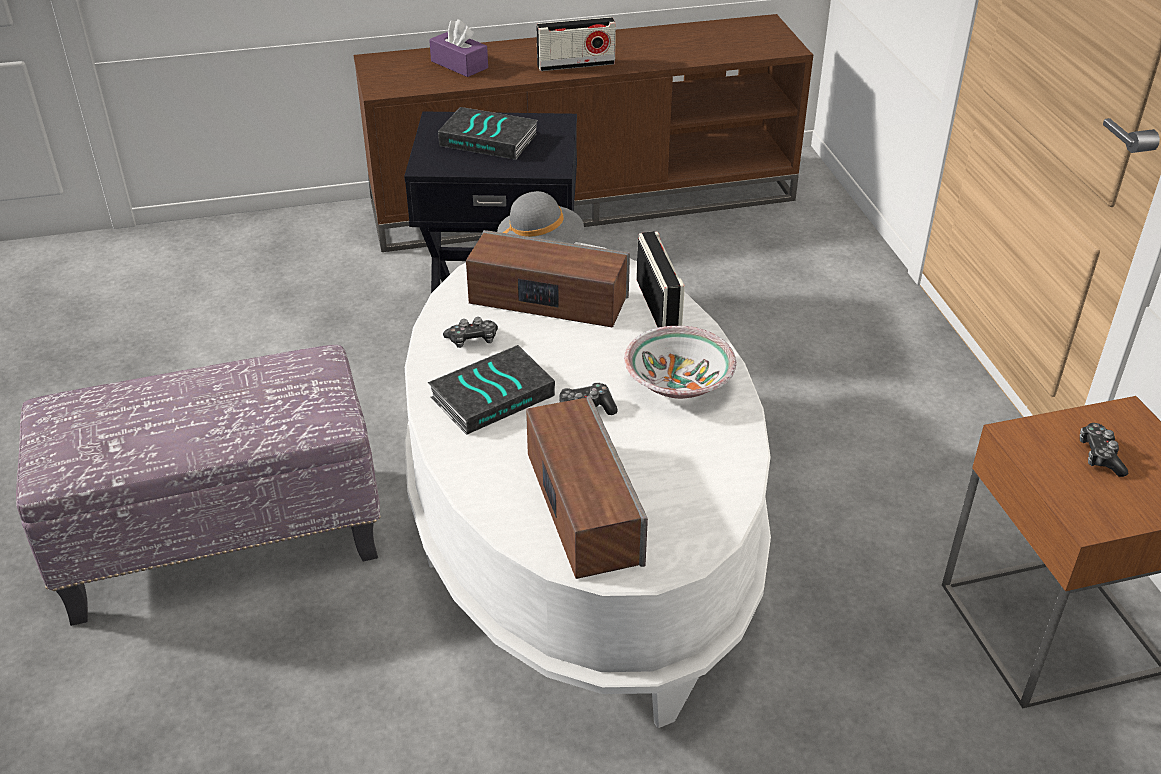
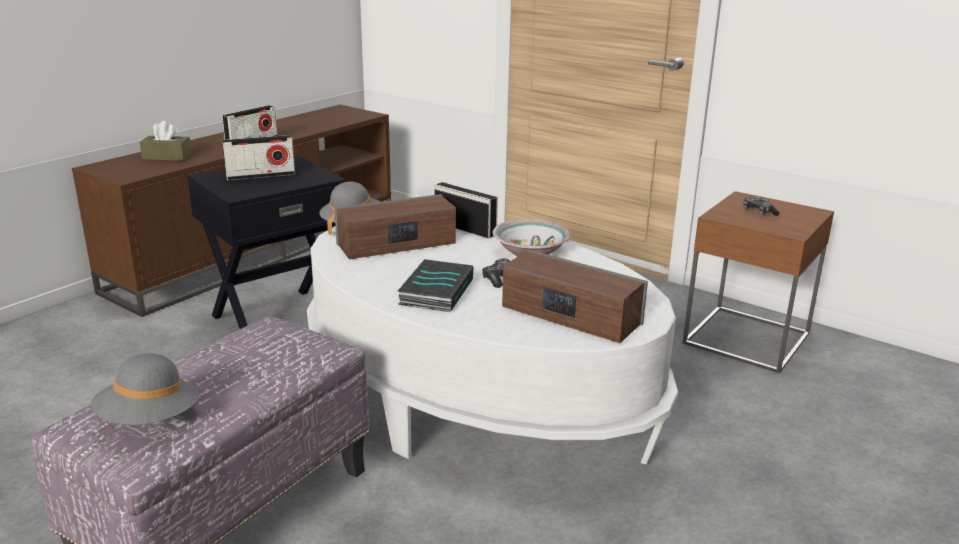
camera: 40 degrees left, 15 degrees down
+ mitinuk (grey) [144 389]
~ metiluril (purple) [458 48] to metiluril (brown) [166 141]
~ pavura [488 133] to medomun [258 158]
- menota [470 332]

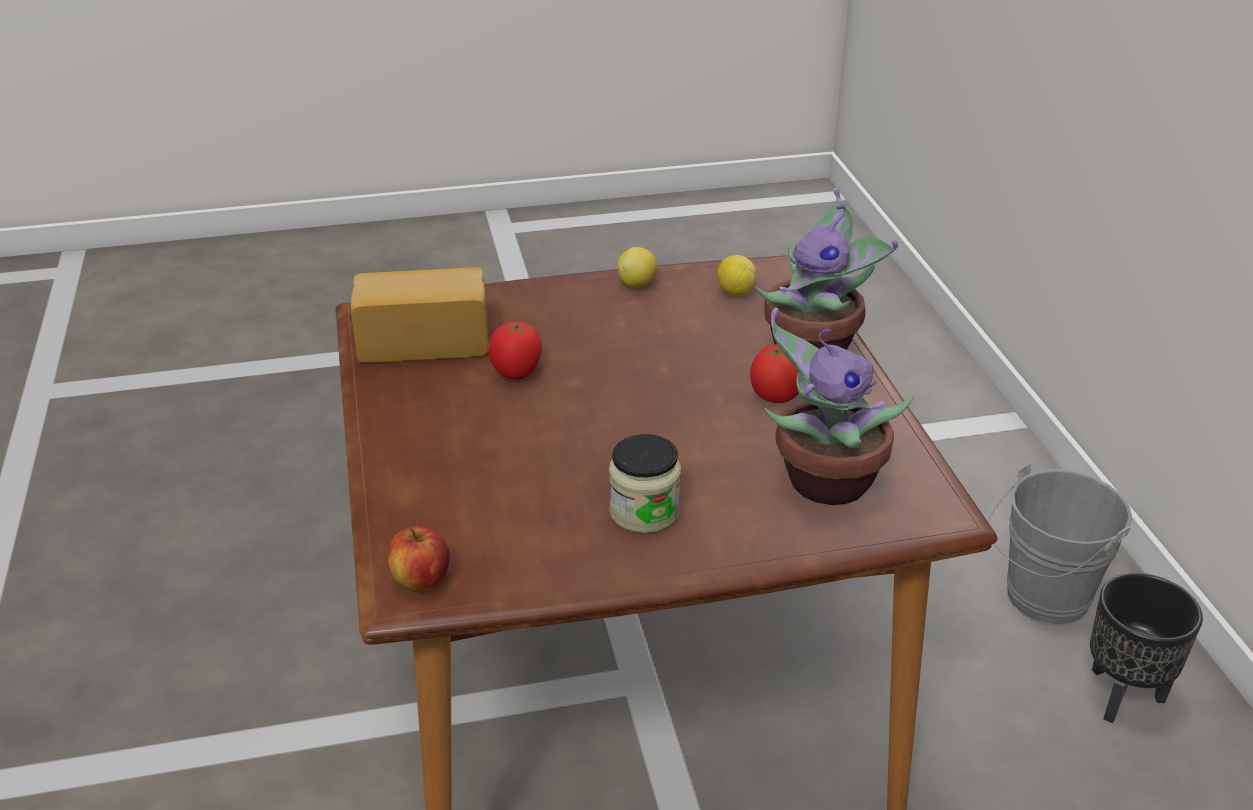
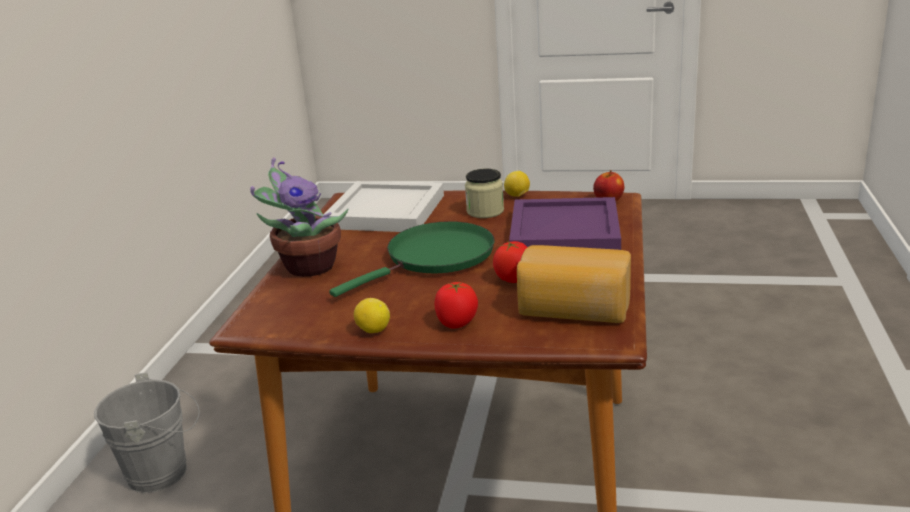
camera: 155 degrees left, 10 degrees down
~ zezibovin [839 406] to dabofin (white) [384 206]
+ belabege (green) [411 259]
~ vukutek [774 373] to [456 305]
~ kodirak [736 275] to [517 184]
+ dabofin (purple) [565 223]
- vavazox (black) [1146 648]

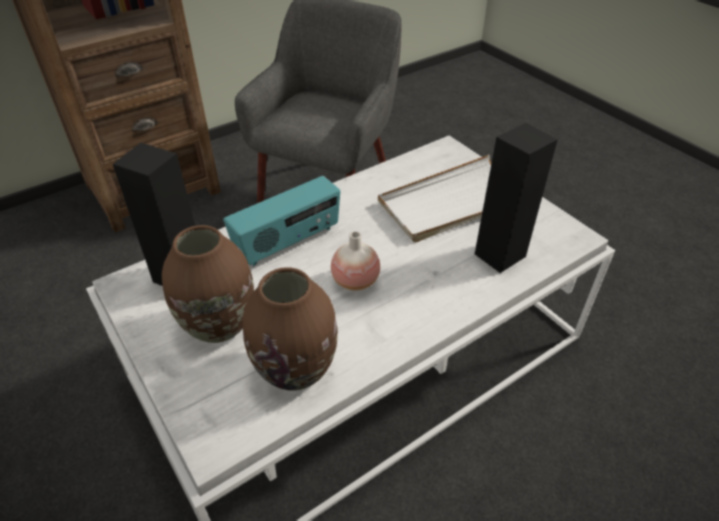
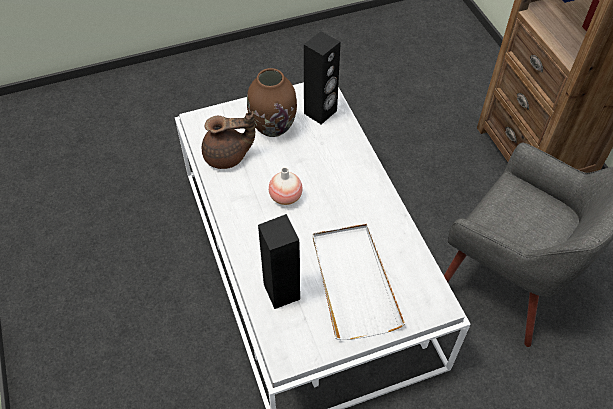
camera: 105 degrees right, 10 degrees up
~ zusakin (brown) [290 329] to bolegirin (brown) [228 140]
- medomun [281 221]

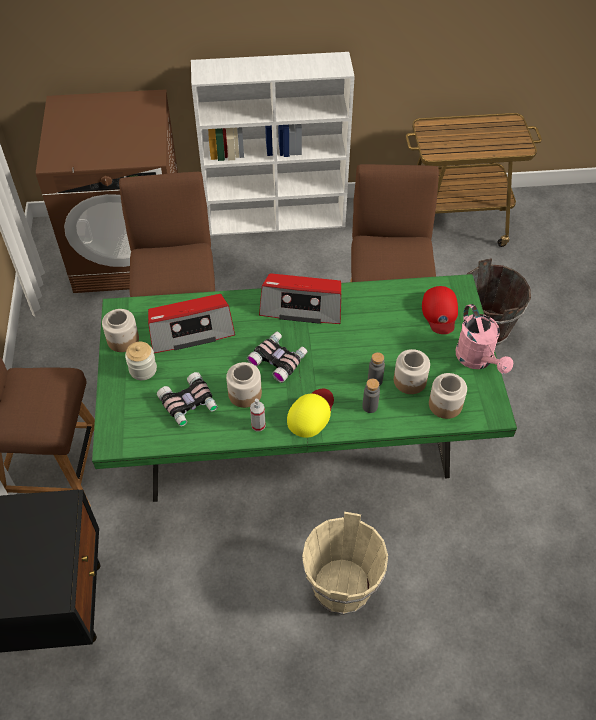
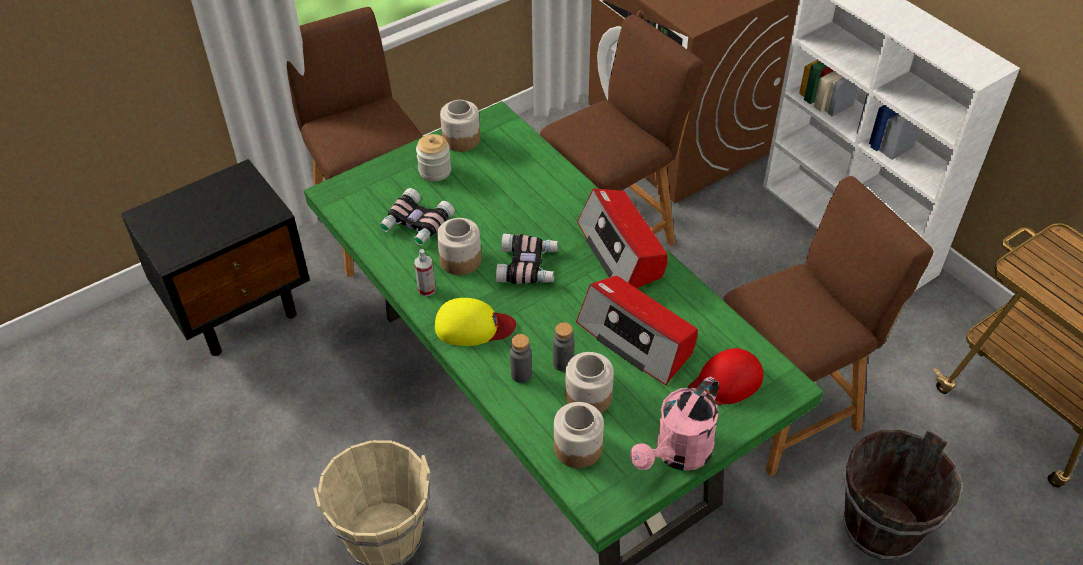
camera: 60 degrees right, 5 degrees down
~ medomun [191 323] to [637 330]

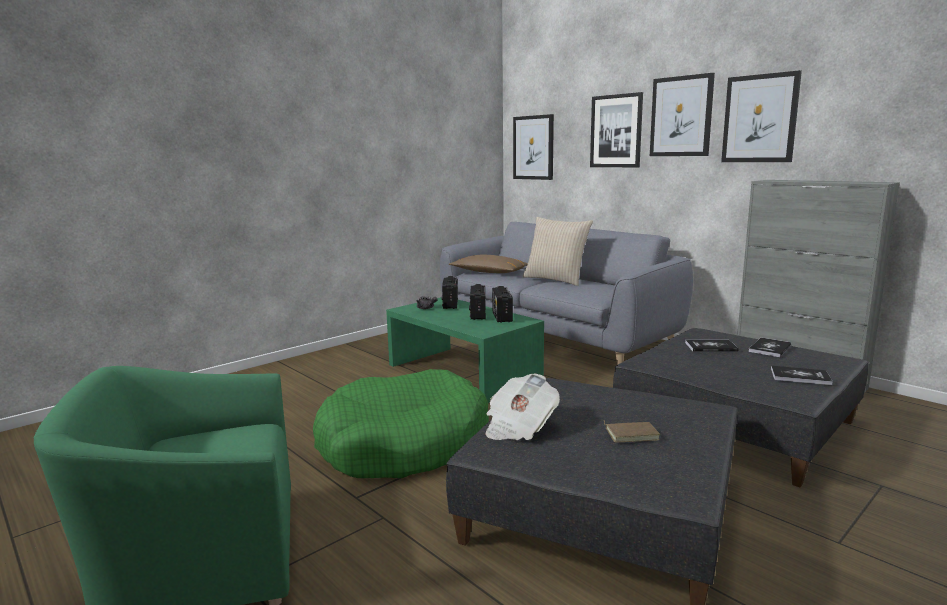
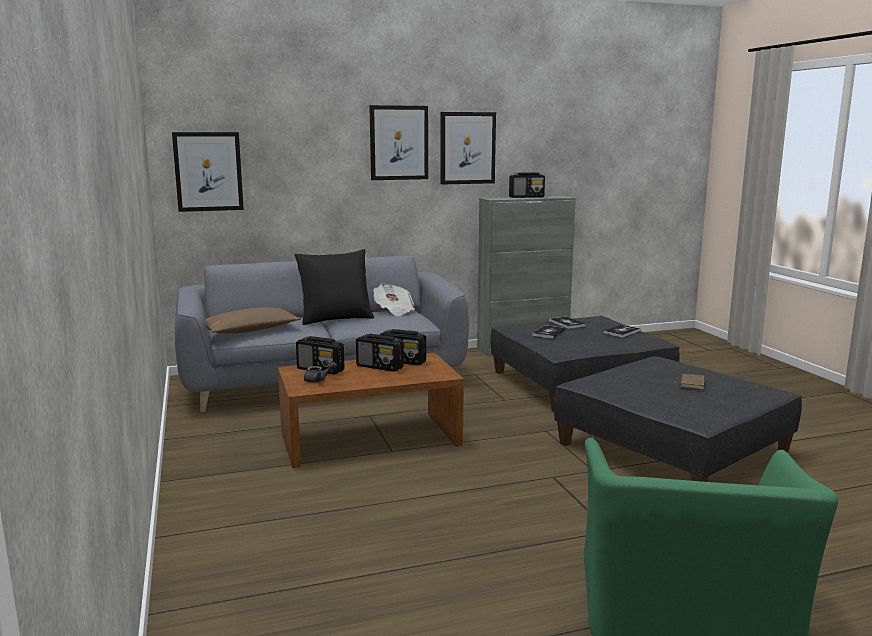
camera: 65 degrees left, 0 degrees up
~ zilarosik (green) [465 350] to zilarosik (brown) [371 410]
~ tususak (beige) [558 251] to tususak (black) [334 287]
~ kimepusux [522 407] to [394 300]
+ medomun [527 185]
- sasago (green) [401 423]
- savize [616 129]

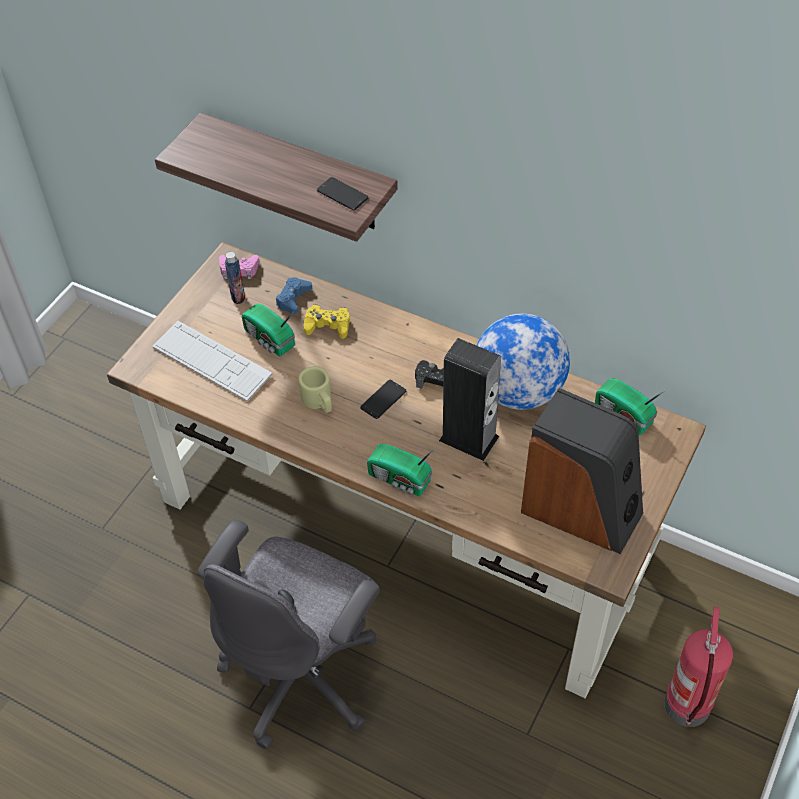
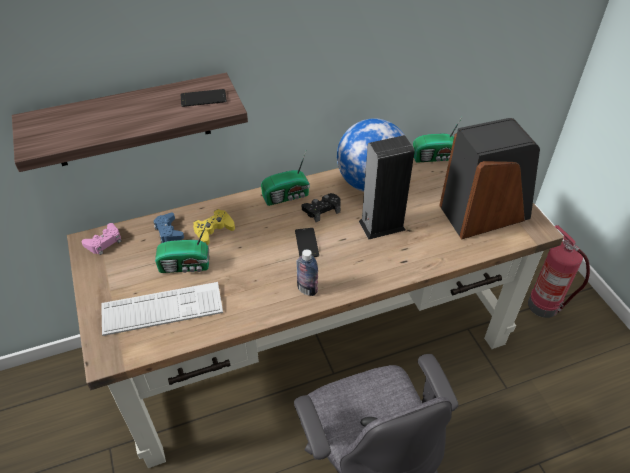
camera: 50 degrees left, 5 degrees down
~ medomun [401 470] to [285 178]
~ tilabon [235 278] to [307 272]
- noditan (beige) [315 389]

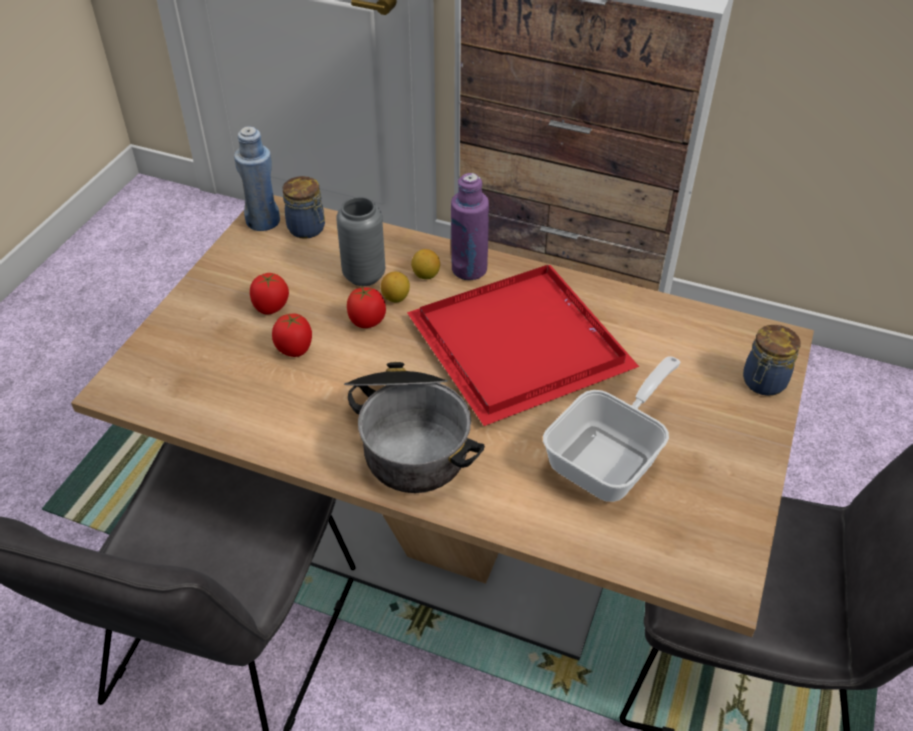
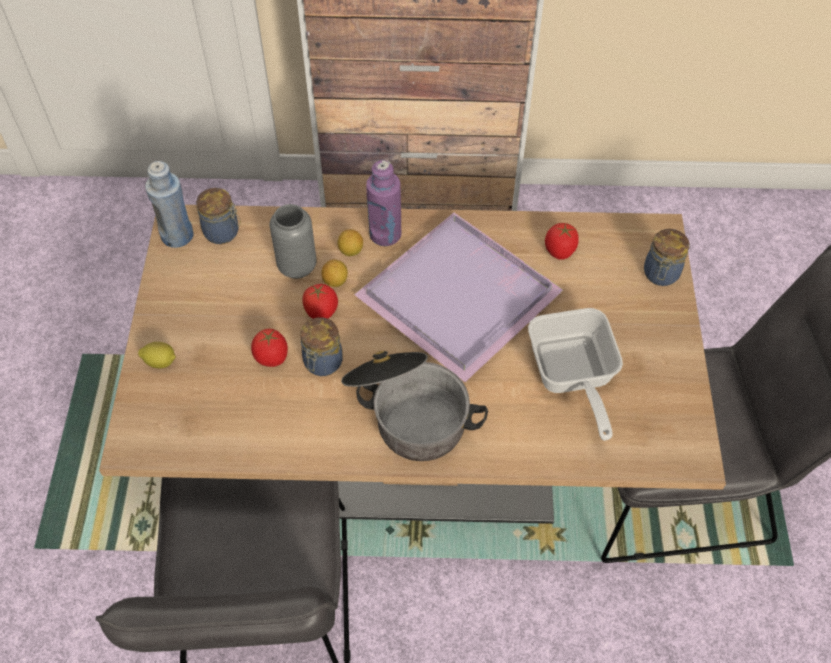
camera: 20 degrees left, 10 degrees up
+ kodirak [157 355]
+ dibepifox [321 346]
~ dabofin (red) [523 345] to dabofin (purple) [458 297]
~ belabege [612 429] = [575 374] 150 degrees clockwise
~ vukutek [269 294] to [562 241]

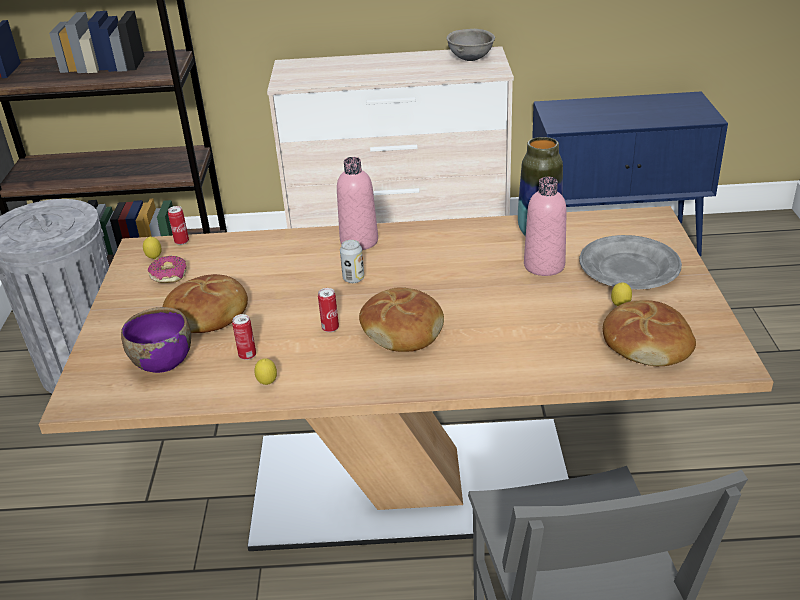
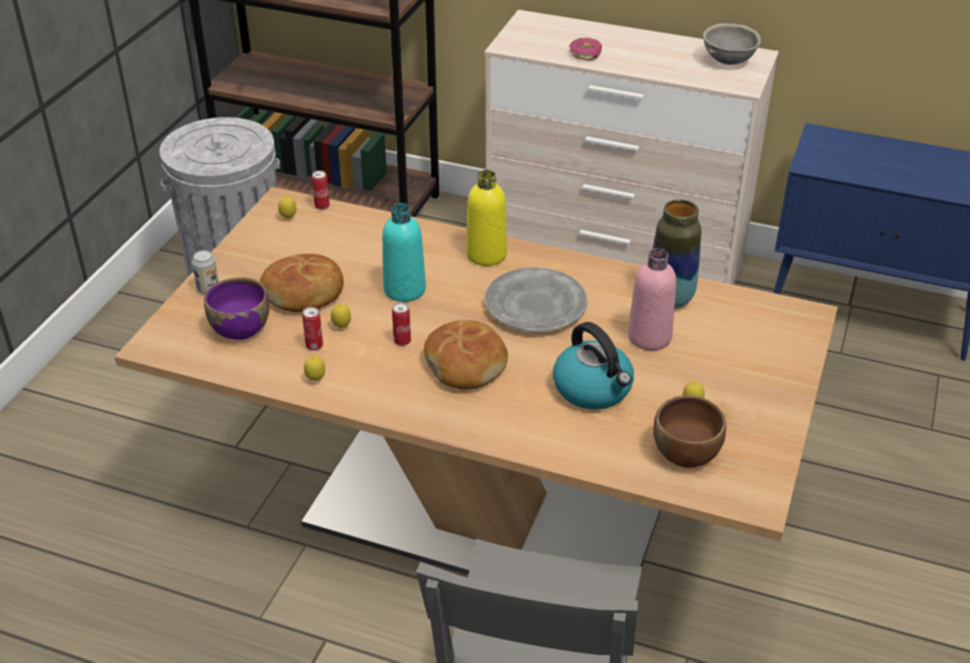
camera: 20 degrees right, 5 degrees up
~ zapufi [352 261] to [205 272]
+ kodirak [341 316]
+ tilabon (turquoise) [404 252]
~ tilabon (pink) [357 203] to tilabon (yellow) [486 218]
~ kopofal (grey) [630 262] to [536 299]
+ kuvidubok [593 366]
~ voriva [167 269] to [585 49]
~ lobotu [649 333] to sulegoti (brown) [689 431]

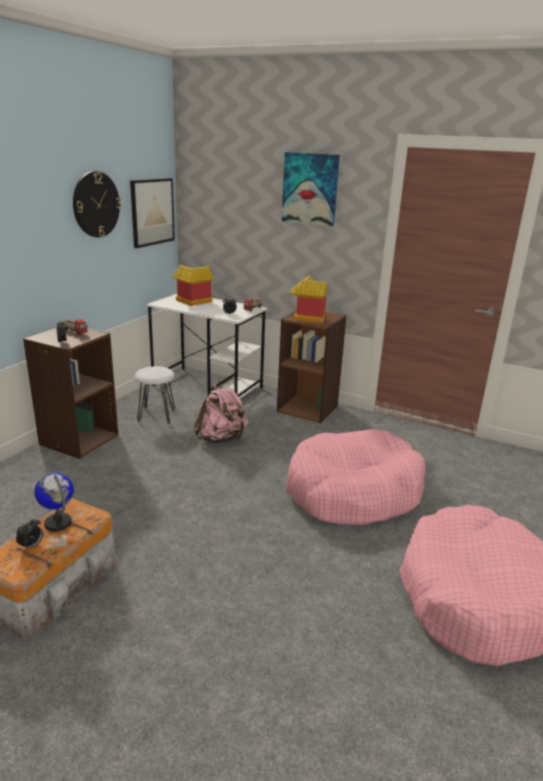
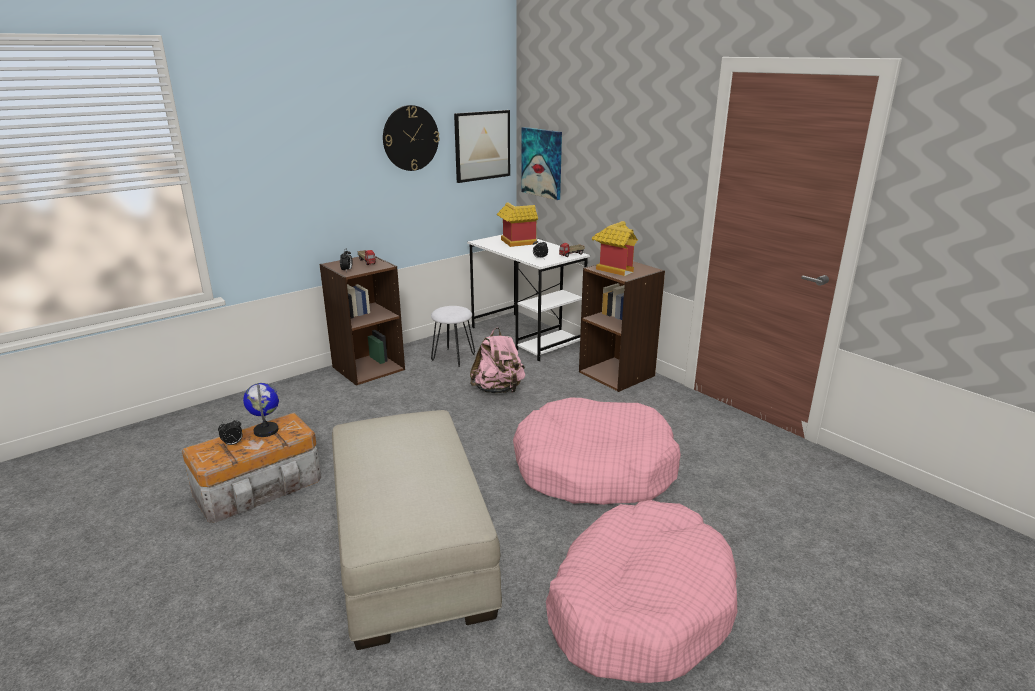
camera: 25 degrees right, 0 degrees up
+ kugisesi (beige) [417 530]
~ savize [311 189] to [541 163]

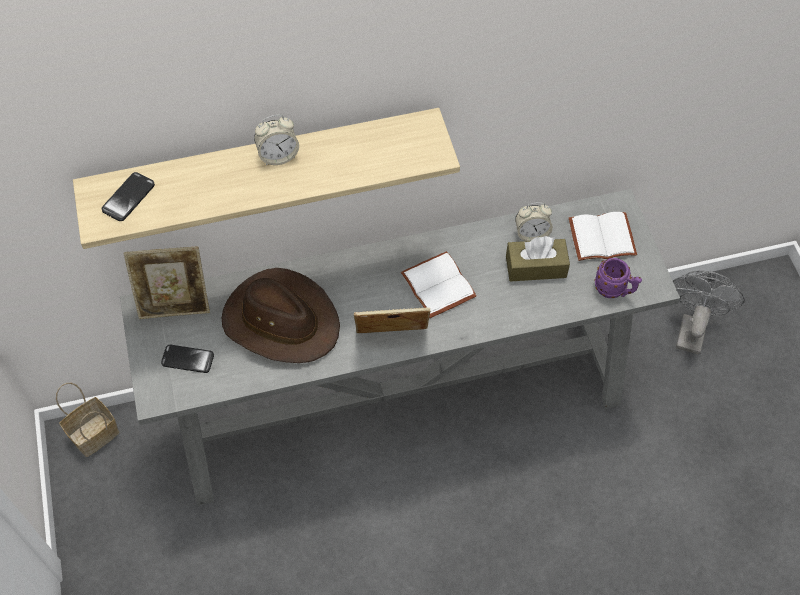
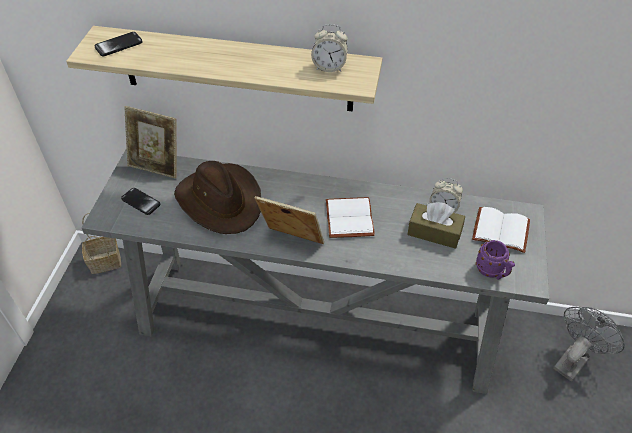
camera: 25 degrees right, 10 degrees down
~ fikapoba [276 140] to [329 48]

